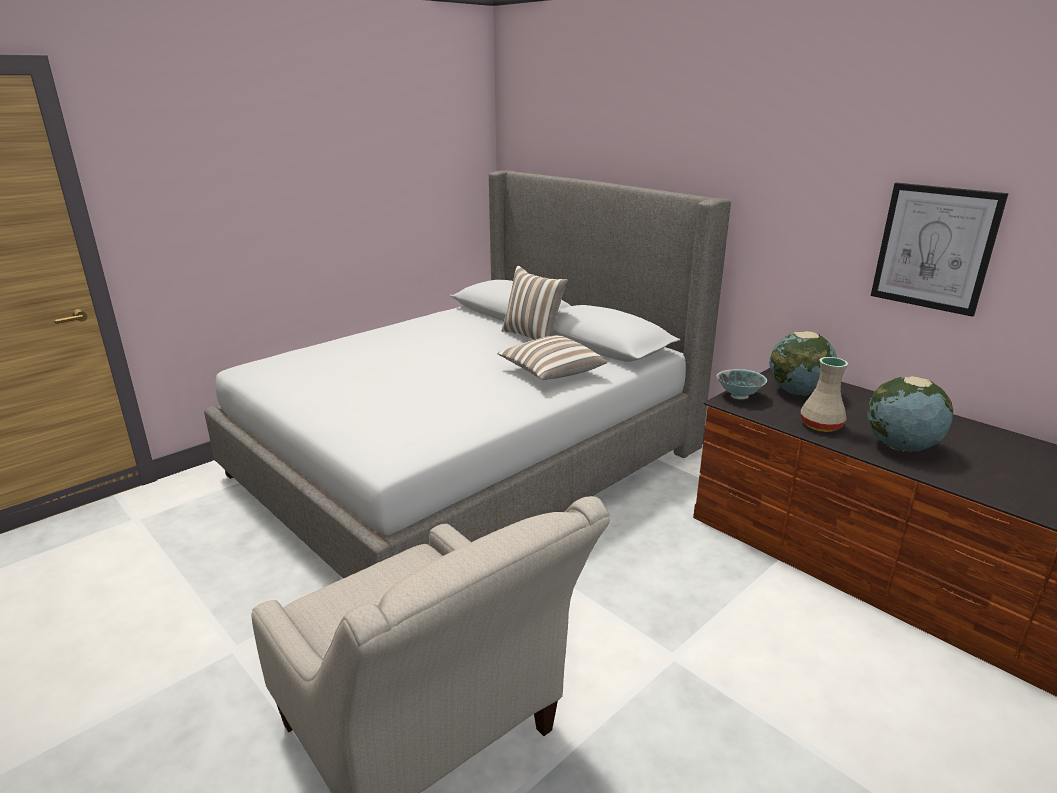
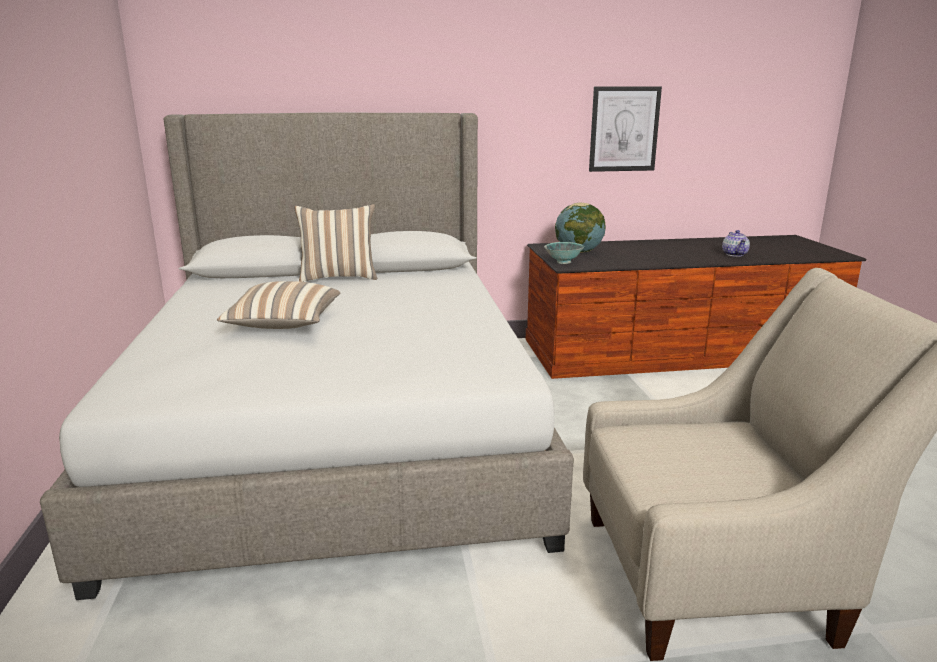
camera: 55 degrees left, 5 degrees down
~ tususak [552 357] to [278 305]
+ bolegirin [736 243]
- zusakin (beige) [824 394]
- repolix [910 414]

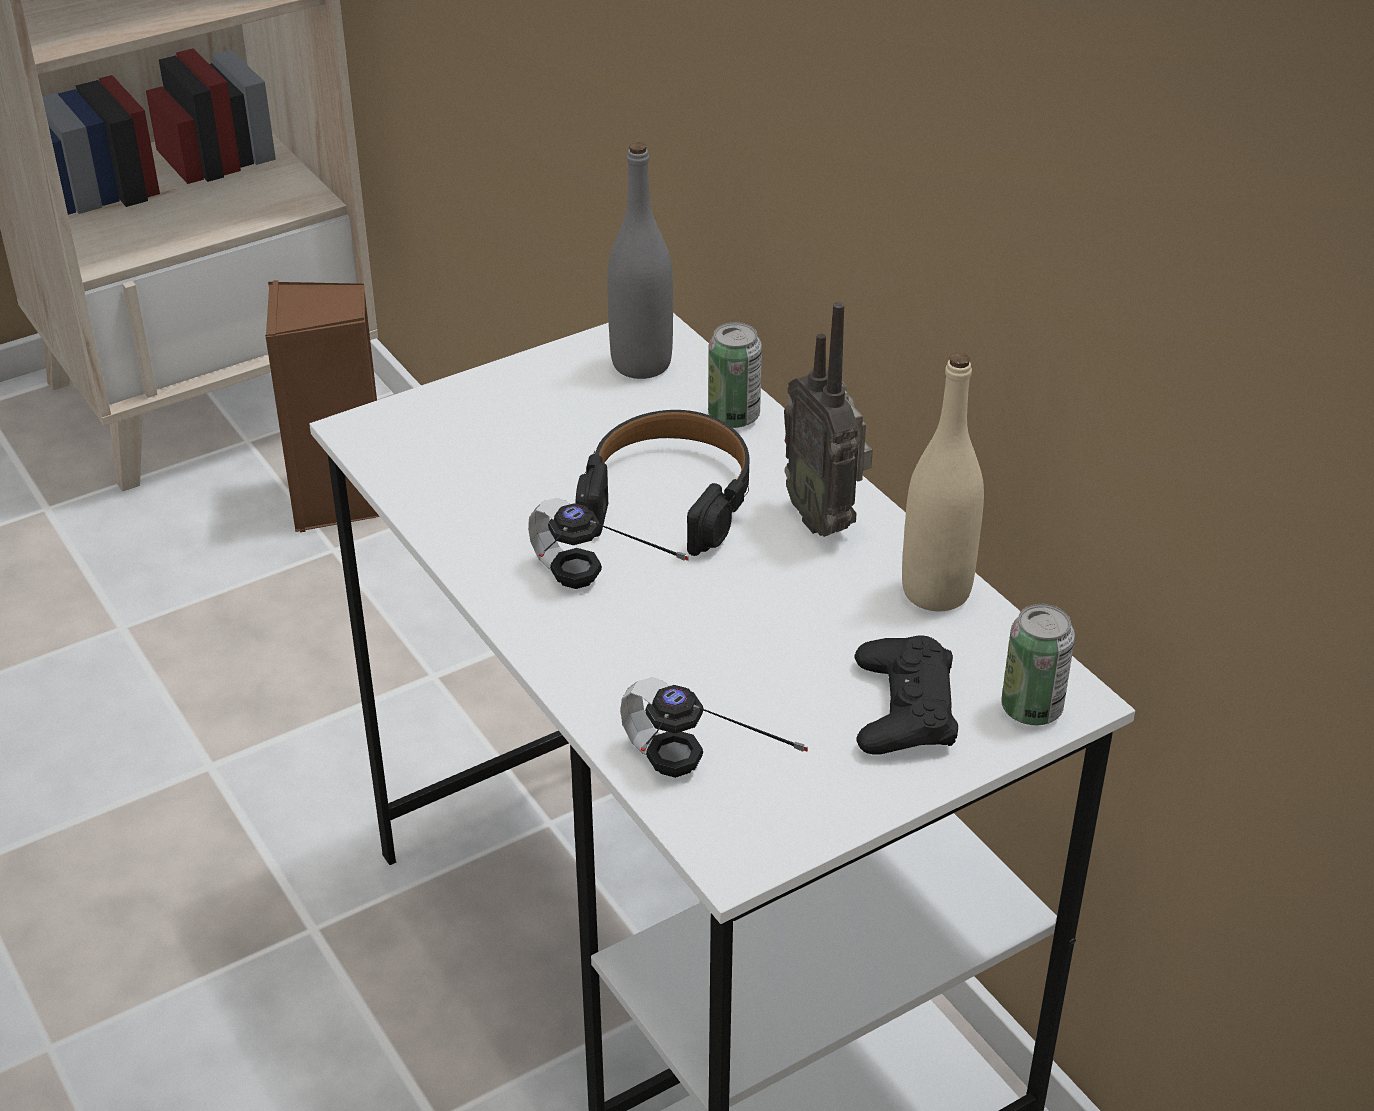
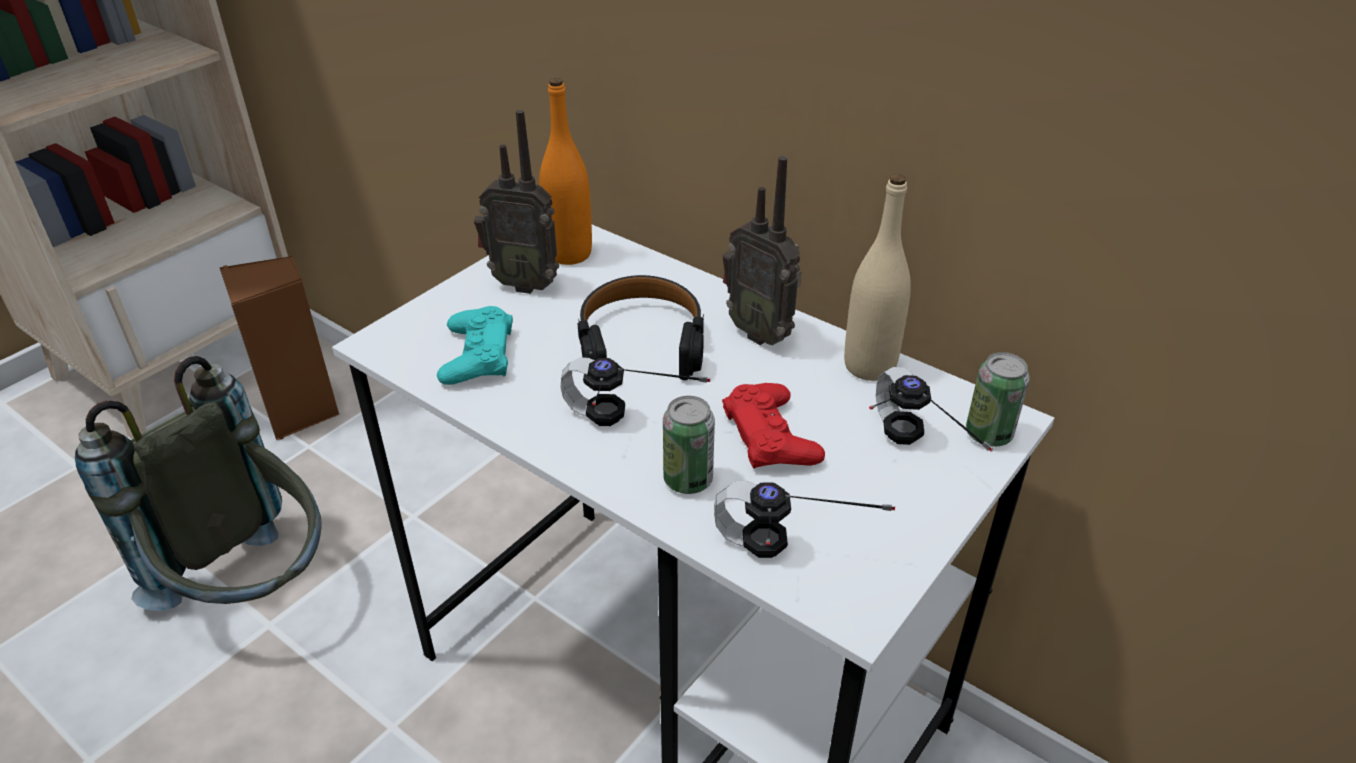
camera: 20 degrees left, 0 degrees up
+ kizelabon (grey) [198 483]
+ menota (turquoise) [475 345]
+ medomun [516 202]
~ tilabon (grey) [640 260] to tilabon (orange) [565 171]
~ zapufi [735 375] to [689 445]
+ menota (red) [773 426]
~ menota (black) [906 694] to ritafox [931 409]

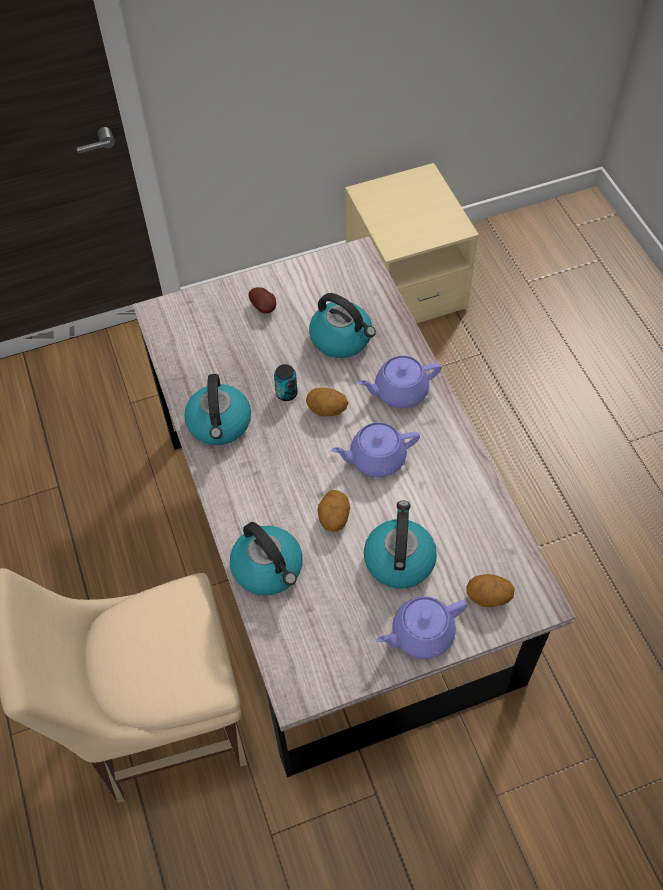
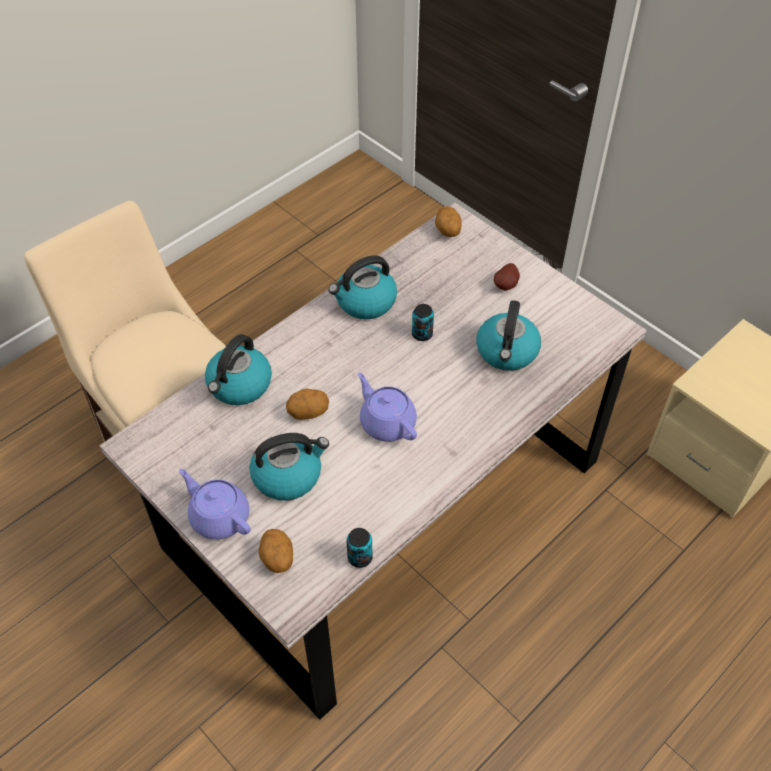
camera: 65 degrees right, 5 degrees down
+ zapufi [360 548]
~ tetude [327 402] to [448 221]
- bolegirin (purple) [399 381]

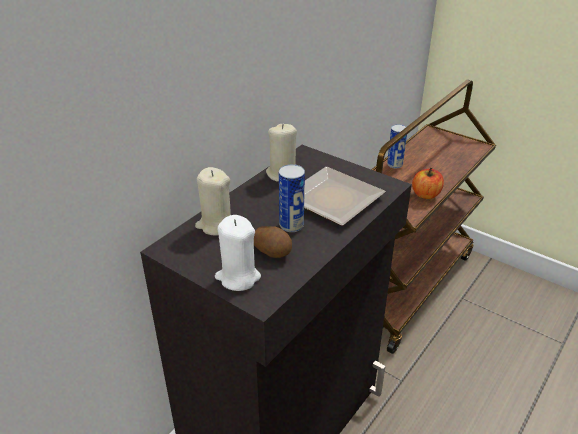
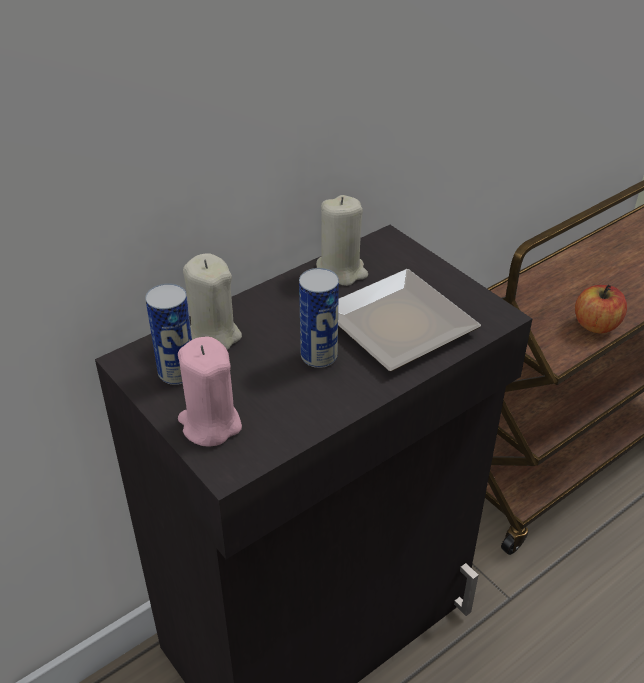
camera: 15 degrees right, 5 degrees up
~ zapufi [397 146] to [168 334]
~ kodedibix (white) [238 253] to kodedibix (pink) [210 392]
- tetude [273 242]

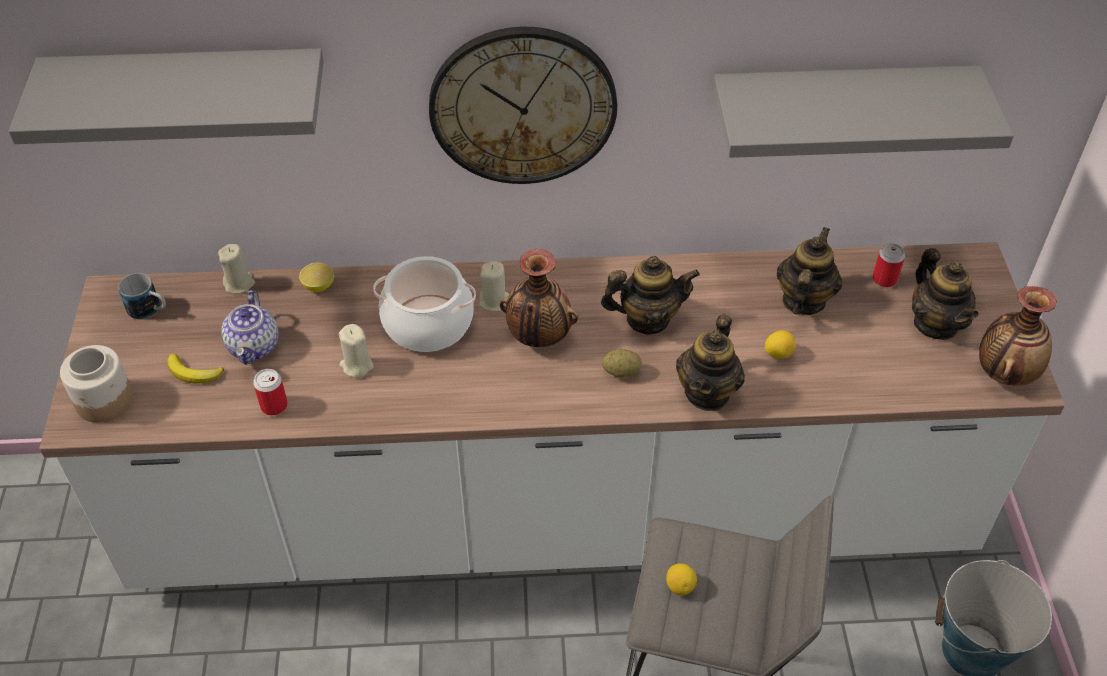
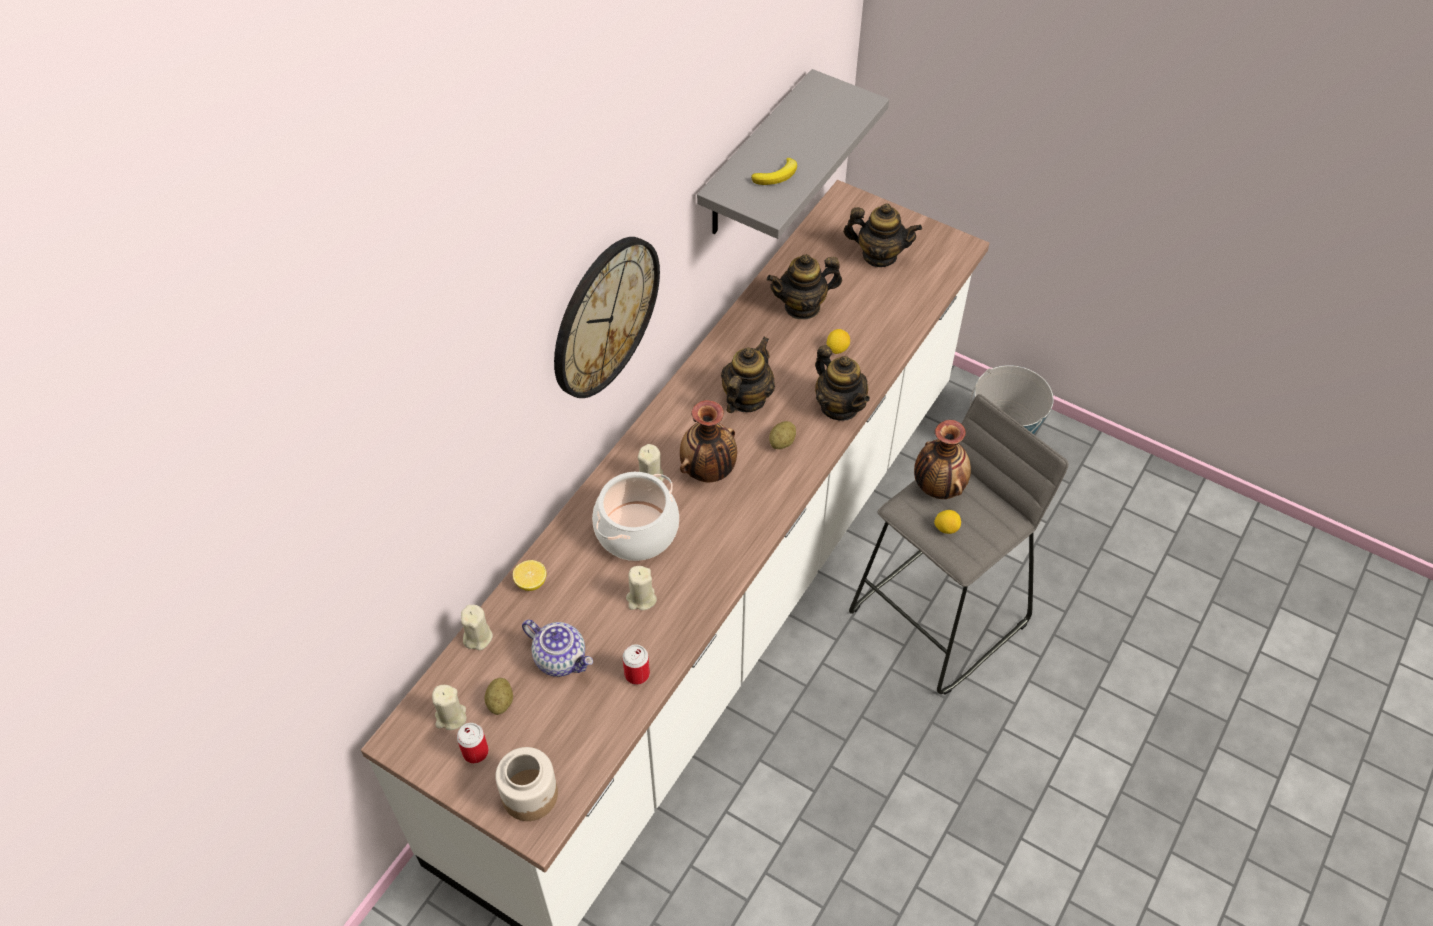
camera: 55 degrees left, 5 degrees up
~ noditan [142 296] to kodedibix (beige) [449 707]
~ zapufi [889 265] to [473 743]
+ tetude [499 696]
~ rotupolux [195 368] to [774 171]
~ bolegirin [809 271] = [804 287] 75 degrees counterclockwise
~ zusakin [1018 336] to [942 459]
- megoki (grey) [166 96]

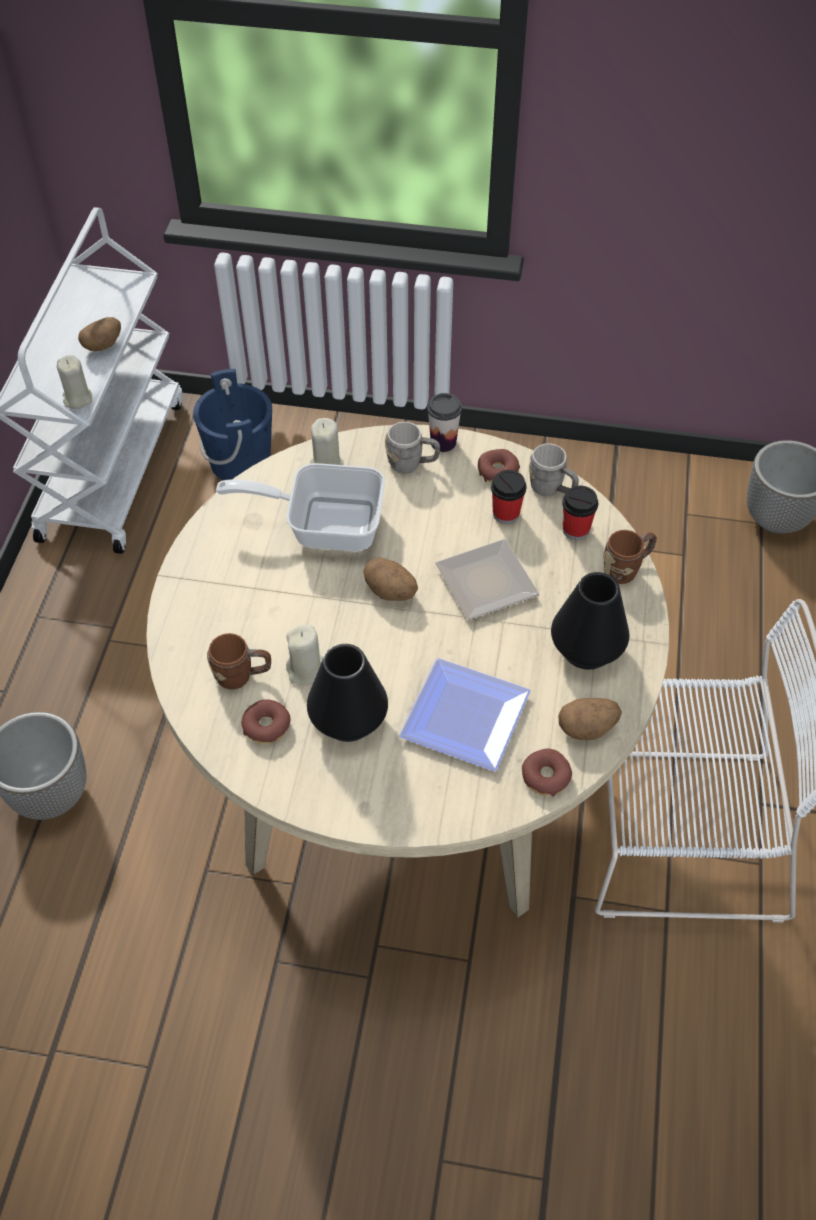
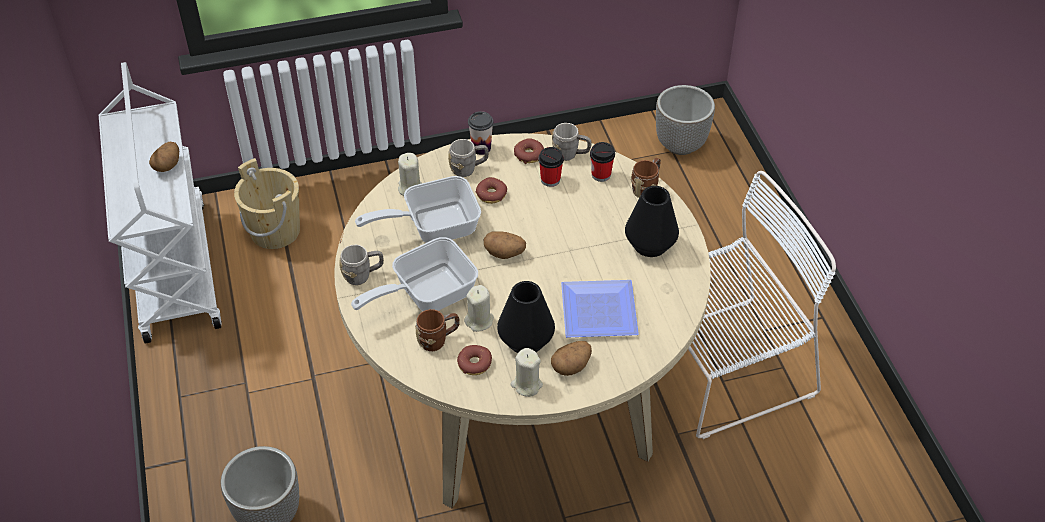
camera: 25 degrees left, 5 degrees down
~ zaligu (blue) [232 424] to zaligu (beige) [267 203]
+ noditan (grey) [361 265]
+ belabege [414 274]
~ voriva [547 772] to [491 190]
~ kodedibix (beige) [74 382] to [526 372]
~ tetude [590 719] to [571 358]
- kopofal [487 579]

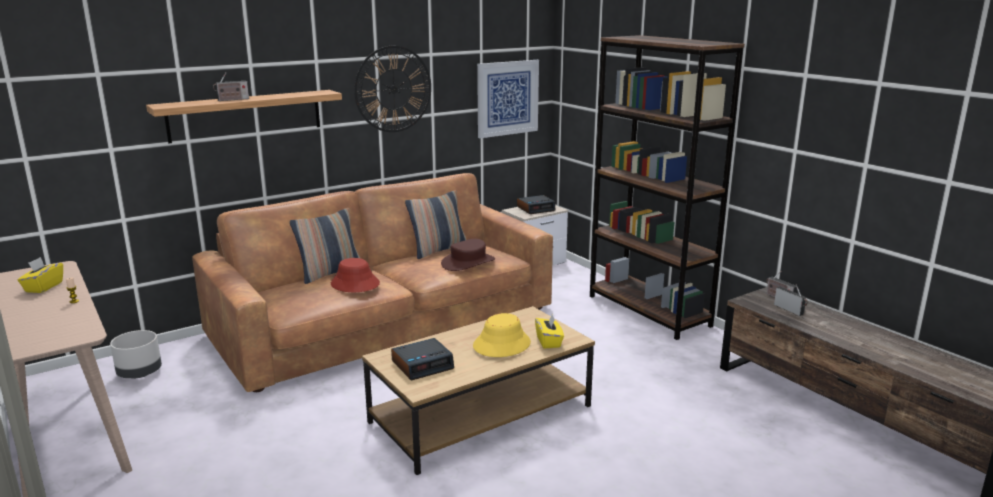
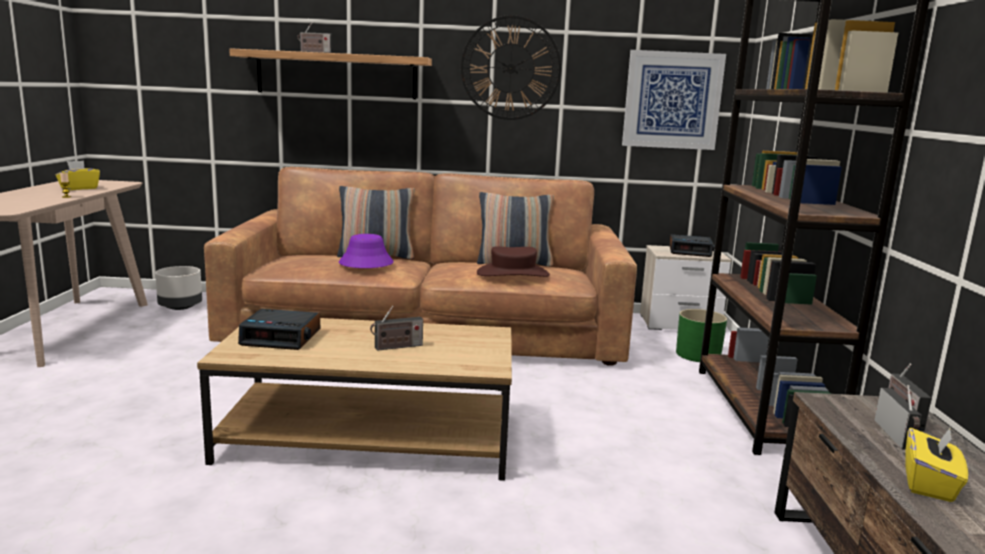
camera: 35 degrees right, 5 degrees down
~ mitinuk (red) [355 275] to mitinuk (purple) [366 251]
~ mitinuk (yellow) [502 335] to medomun [396 328]
+ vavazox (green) [701 335]
~ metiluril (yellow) [549 332] to [936 464]

